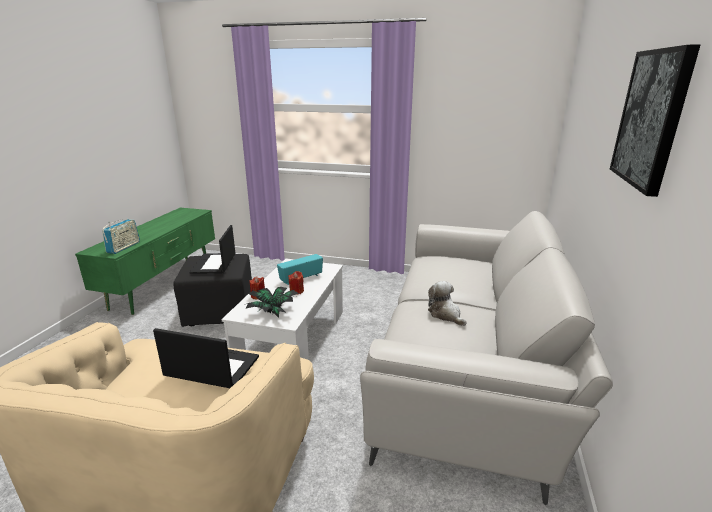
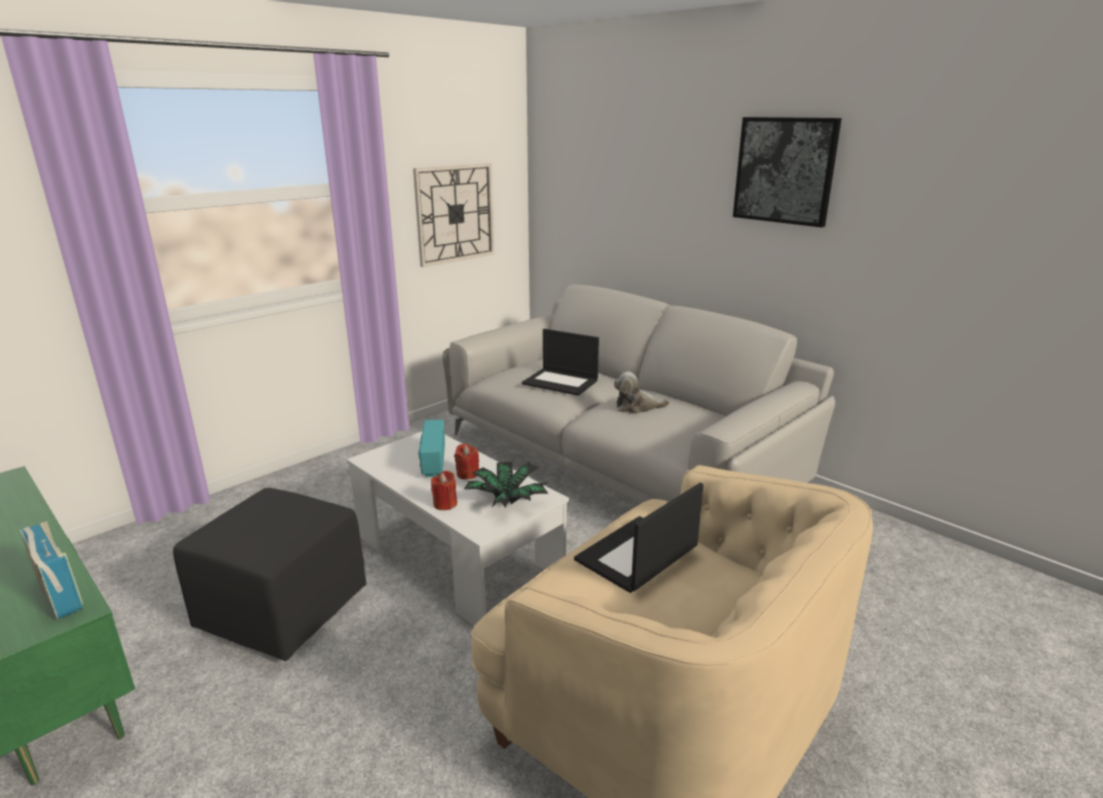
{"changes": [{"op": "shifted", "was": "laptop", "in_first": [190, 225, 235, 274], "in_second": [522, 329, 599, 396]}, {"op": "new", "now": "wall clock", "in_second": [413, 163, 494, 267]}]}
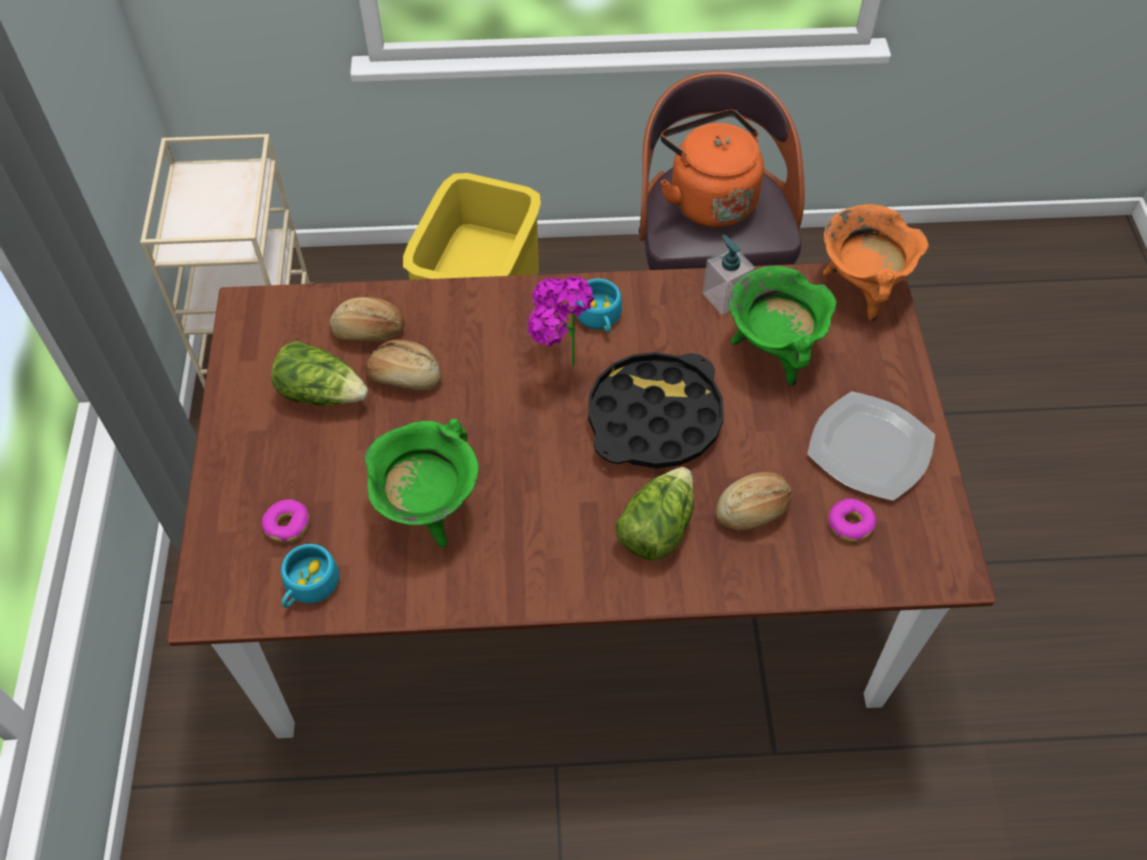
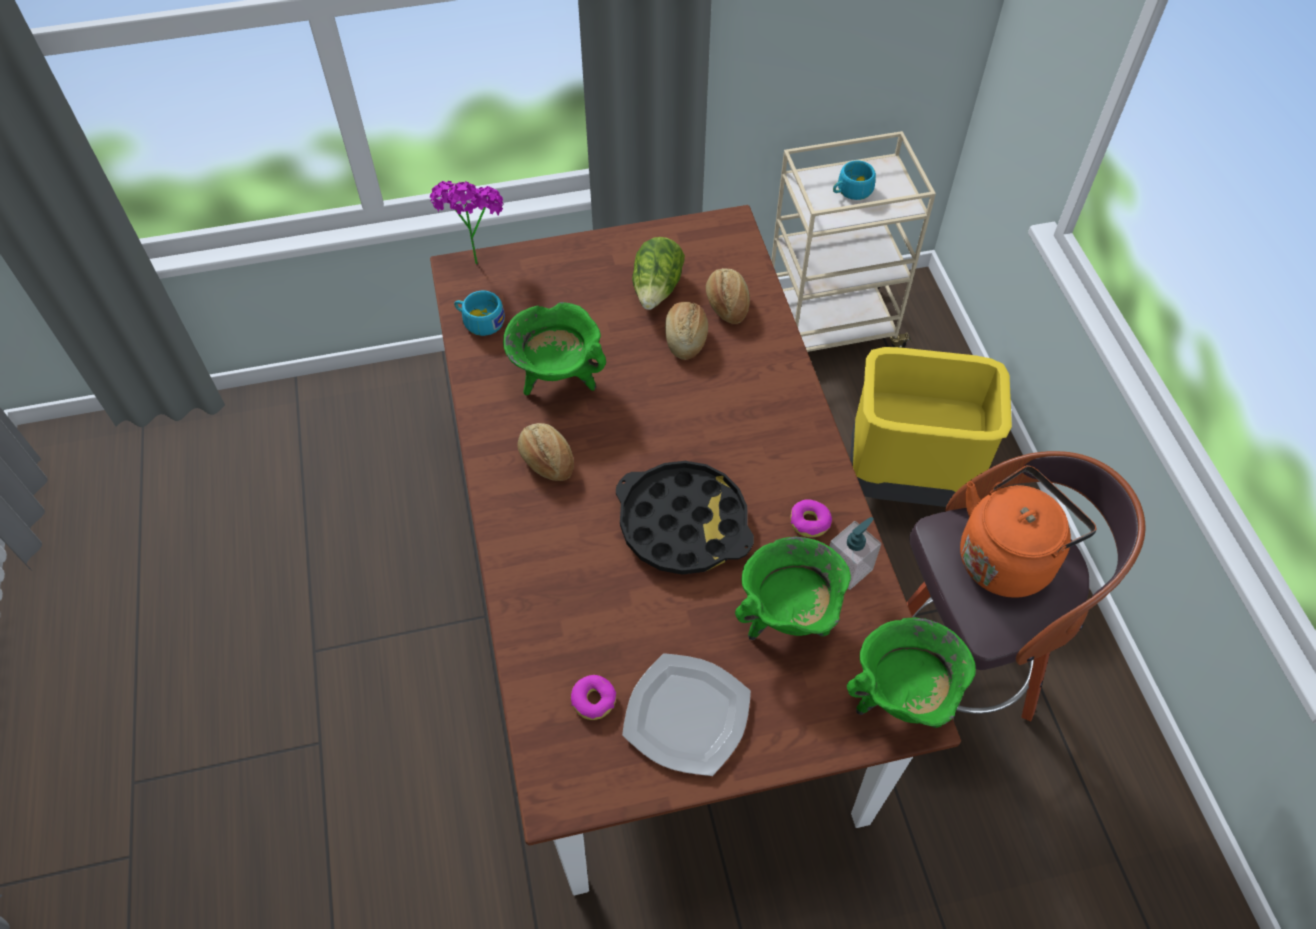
{"changes": [{"op": "repainted", "was": "orange cooking pot", "now": "green cooking pot", "in_first": [823, 204, 929, 322], "in_second": [847, 618, 976, 728]}, {"op": "shifted", "was": "potted plant", "in_first": [528, 276, 594, 366], "in_second": [430, 181, 504, 265]}, {"op": "shifted", "was": "turquoise cup", "in_first": [576, 278, 622, 333], "in_second": [833, 160, 876, 200]}, {"op": "gone", "was": "lettuce", "in_first": [616, 467, 694, 561]}, {"op": "shifted", "was": "bread", "in_first": [716, 472, 792, 531], "in_second": [517, 423, 574, 481]}, {"op": "shifted", "was": "donut", "in_first": [262, 499, 309, 543], "in_second": [791, 499, 832, 537]}]}
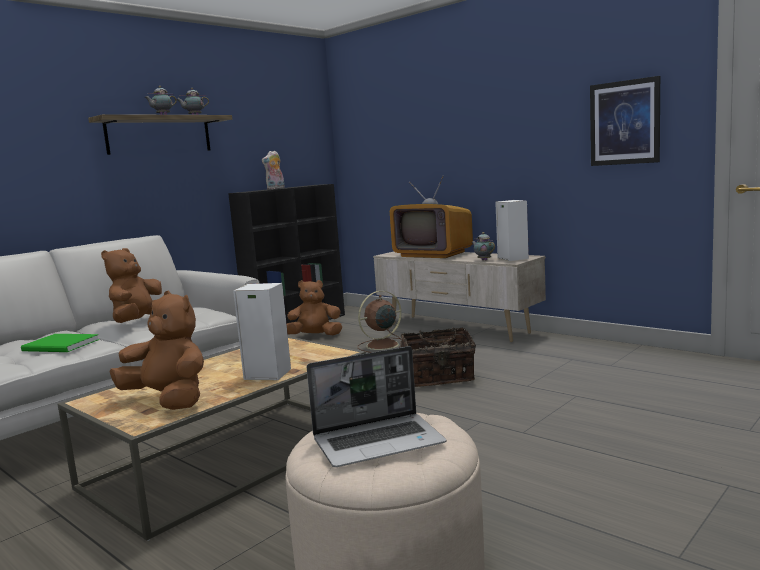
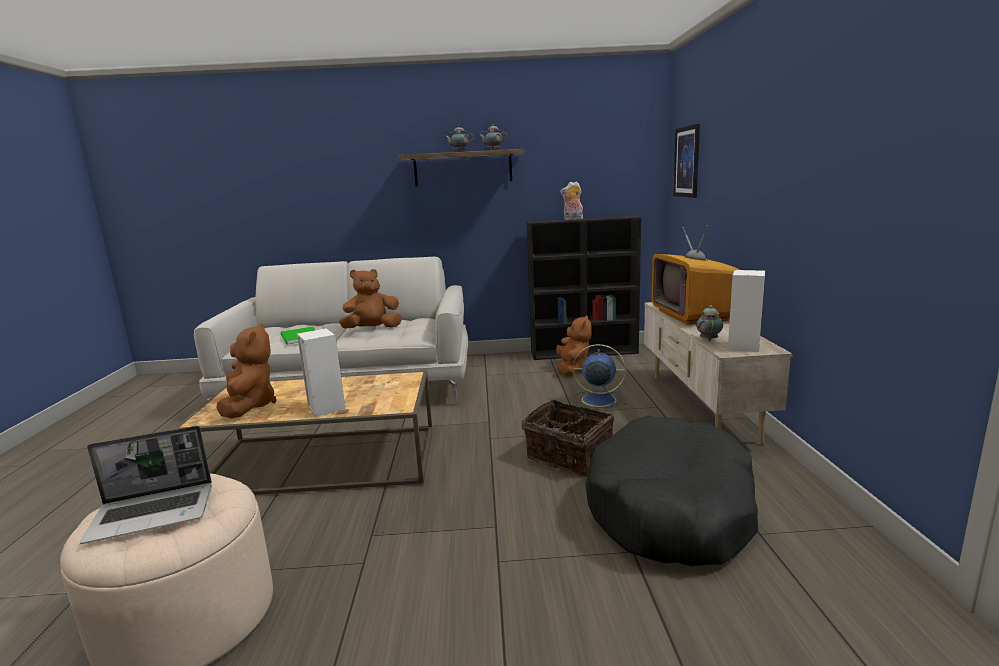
{"changes": [{"op": "shifted", "was": "picture", "in_first": [590, 76, 660, 166], "in_second": [673, 124, 700, 198]}, {"op": "rotated", "was": "brown plush toy", "in_first": [287, 280, 342, 335], "in_second": [556, 315, 592, 376], "clockwise": 60}, {"op": "repainted", "was": "brown fan", "now": "blue fan", "in_first": [358, 291, 402, 353], "in_second": [573, 344, 626, 410]}, {"op": "rotated", "was": "laptop", "in_first": [307, 346, 447, 467], "in_second": [80, 426, 212, 544], "clockwise": -45}, {"op": "new", "now": "black dog bed", "in_second": [585, 415, 758, 566]}]}
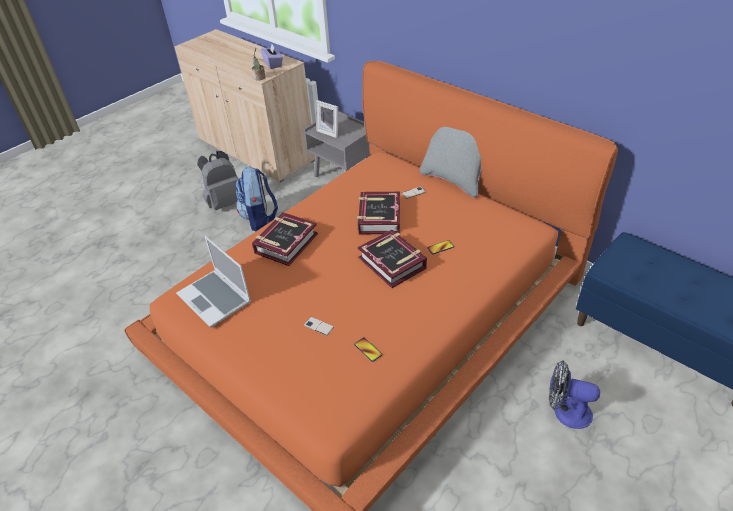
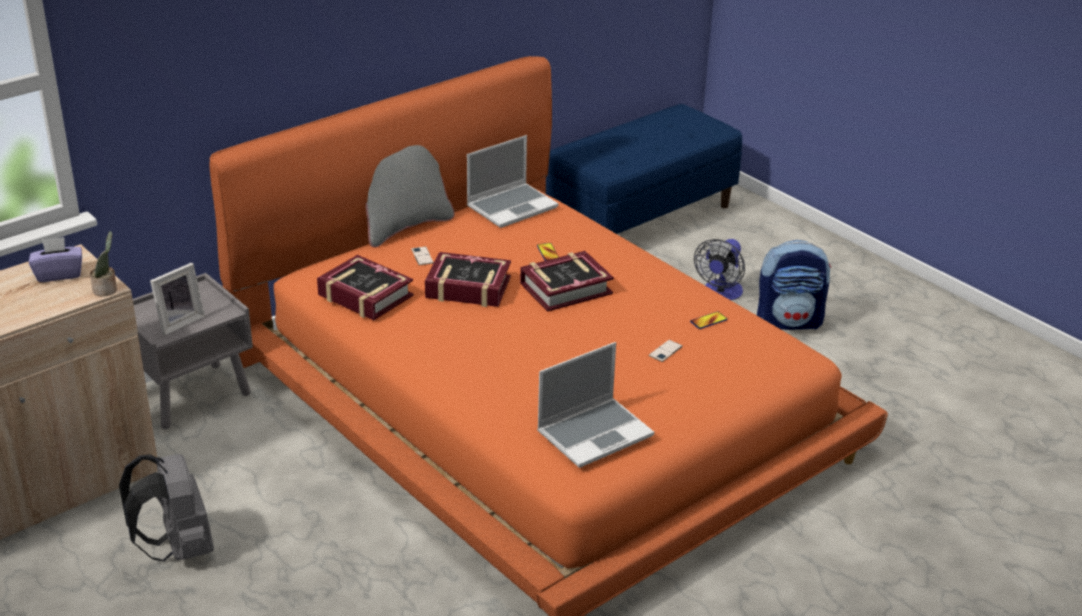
{"changes": [{"op": "shifted", "was": "backpack", "in_first": [236, 166, 278, 231], "in_second": [757, 240, 831, 330]}, {"op": "shifted", "was": "book", "in_first": [252, 212, 318, 266], "in_second": [317, 255, 413, 320]}, {"op": "new", "now": "laptop", "in_second": [467, 135, 559, 228]}]}
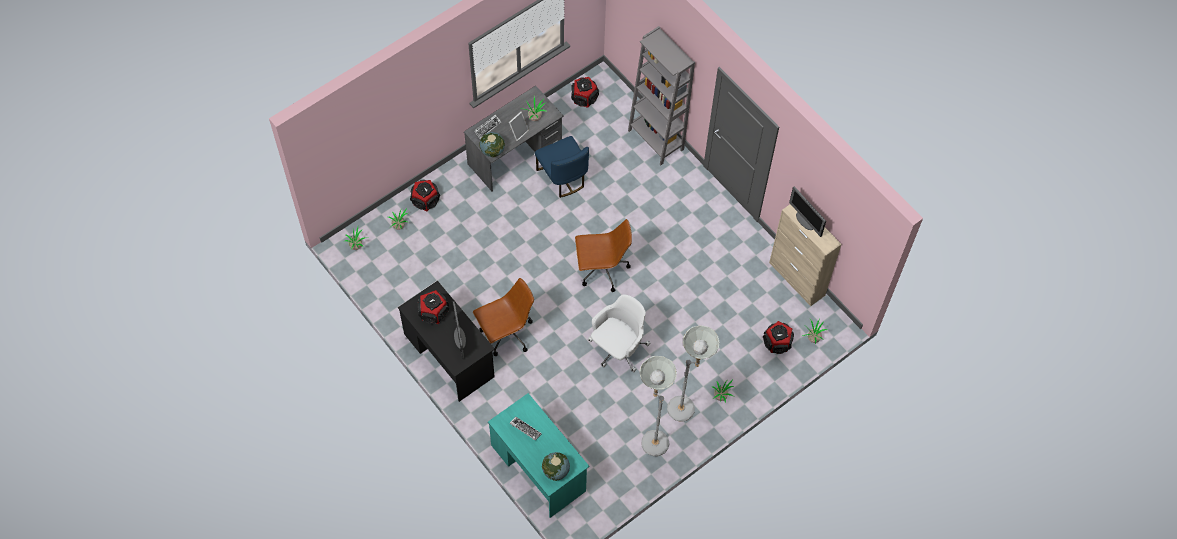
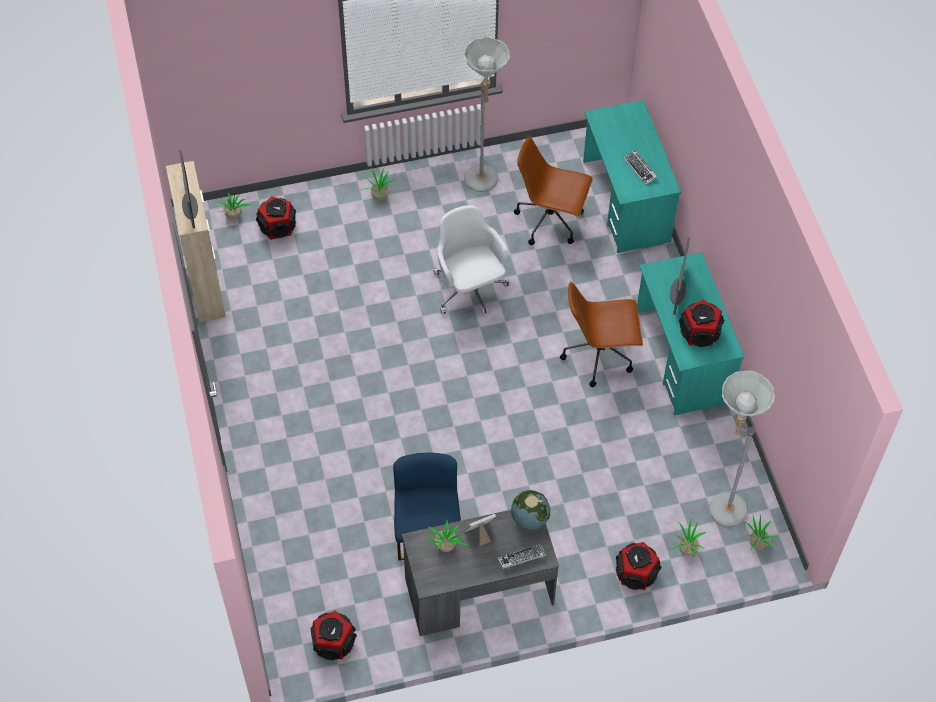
{"changes": [{"op": "gone", "was": "grey bookcase", "in_first": [628, 26, 695, 165]}, {"op": "shifted", "was": "brown office chair", "in_first": [575, 219, 632, 292], "in_second": [514, 136, 593, 245]}, {"op": "repainted", "was": "black desk", "now": "turquoise desk", "in_first": [398, 281, 495, 402], "in_second": [637, 252, 744, 415]}, {"op": "rotated", "was": "white office chair", "in_first": [588, 294, 650, 372], "in_second": [433, 205, 510, 314], "clockwise": 90}, {"op": "shifted", "was": "grey floor lamp", "in_first": [667, 326, 720, 422], "in_second": [709, 371, 775, 527]}, {"op": "gone", "was": "globe", "in_first": [542, 452, 570, 481]}]}
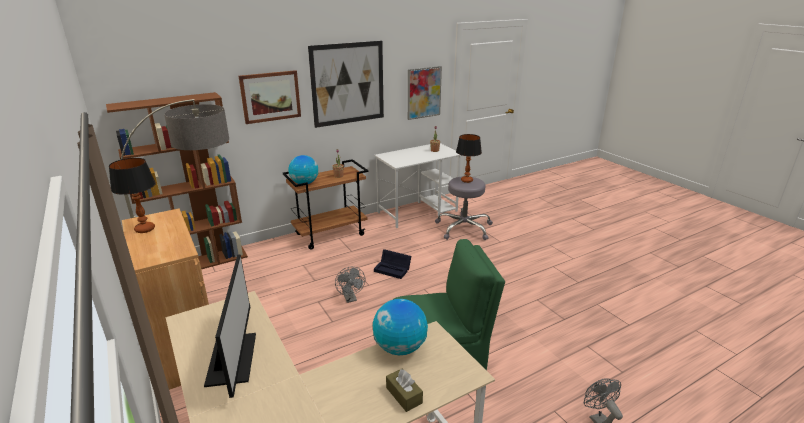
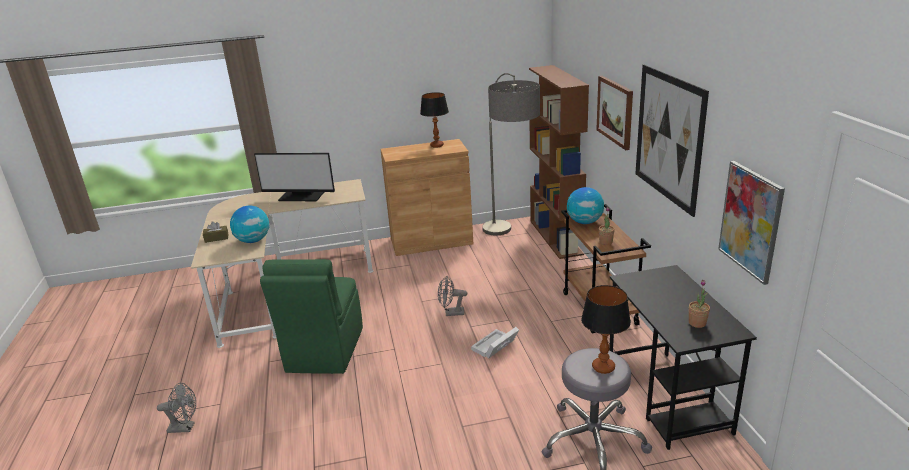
{"changes": [{"op": "repainted", "was": "white desk", "now": "black desk", "in_first": [374, 143, 462, 228], "in_second": [609, 265, 757, 450]}, {"op": "repainted", "was": "black storage box", "now": "white storage box", "in_first": [374, 249, 411, 279], "in_second": [471, 327, 519, 359]}]}
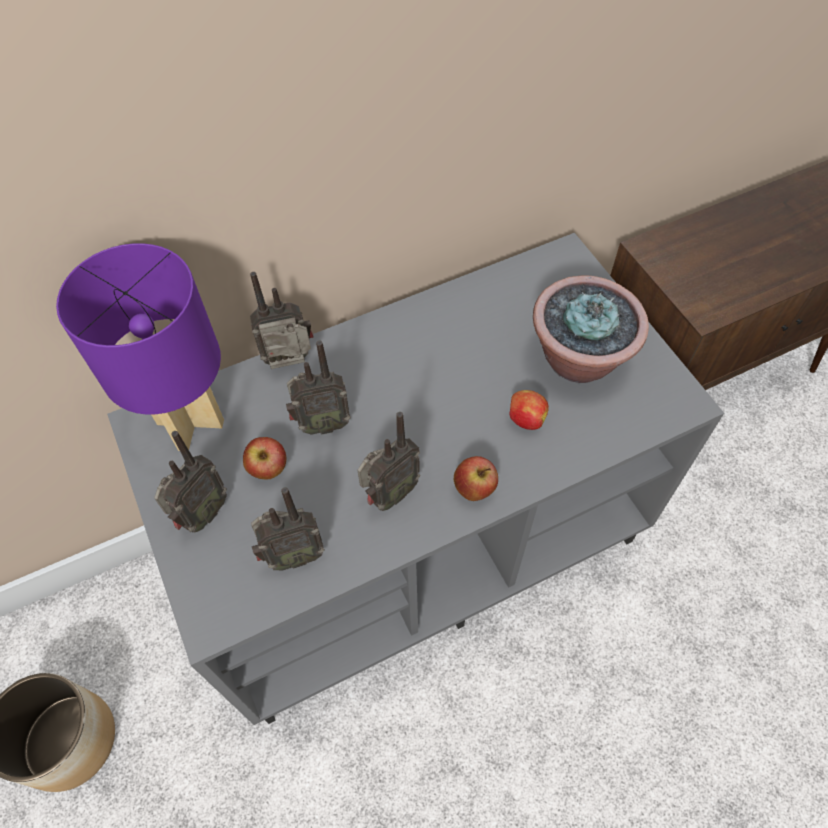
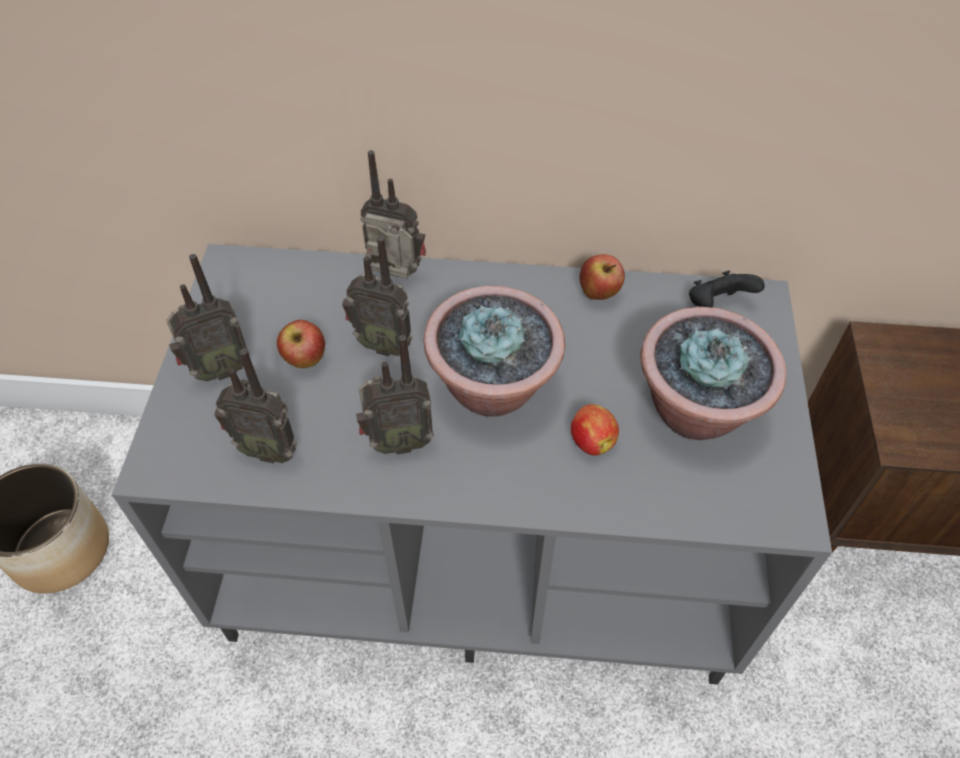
{"changes": [{"op": "gone", "was": "purple table lamp", "in_first": [56, 243, 224, 451]}, {"op": "shifted", "was": "apple", "in_first": [454, 456, 498, 501], "in_second": [579, 254, 625, 300]}, {"op": "new", "now": "black game controller", "in_second": [689, 271, 765, 308]}, {"op": "new", "now": "potted plant", "in_second": [424, 286, 565, 417]}]}
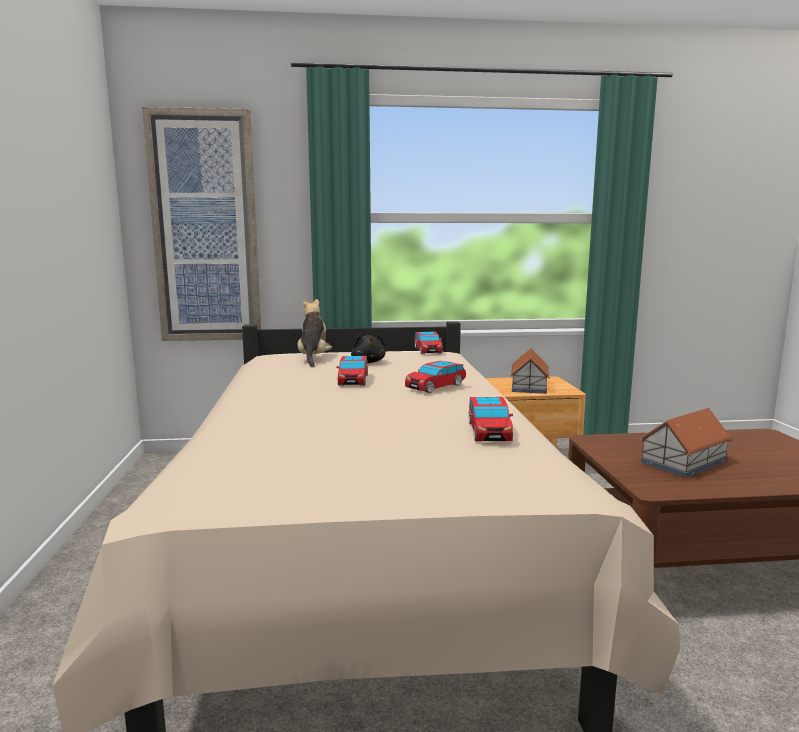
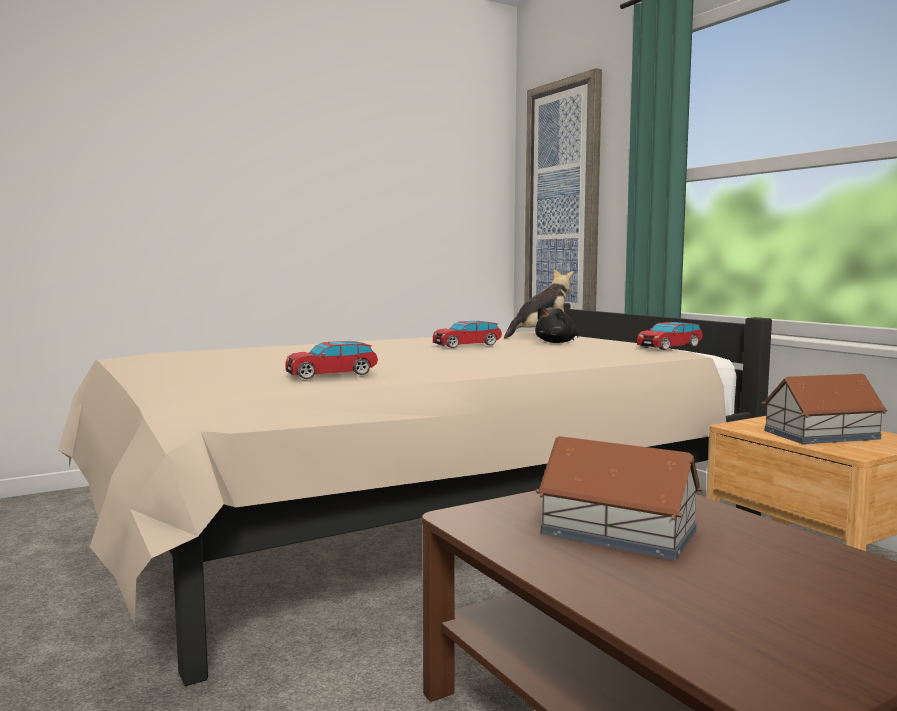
{"changes": [{"op": "gone", "was": "toy car", "in_first": [405, 361, 466, 393]}]}
